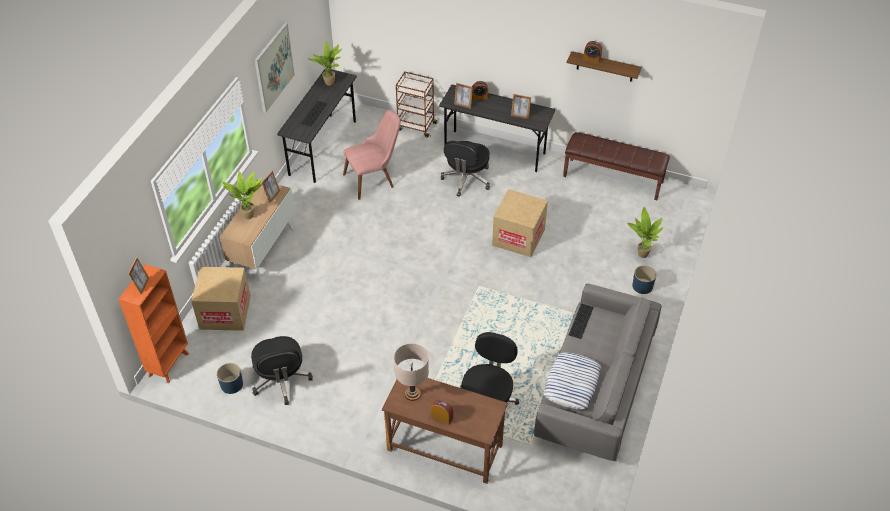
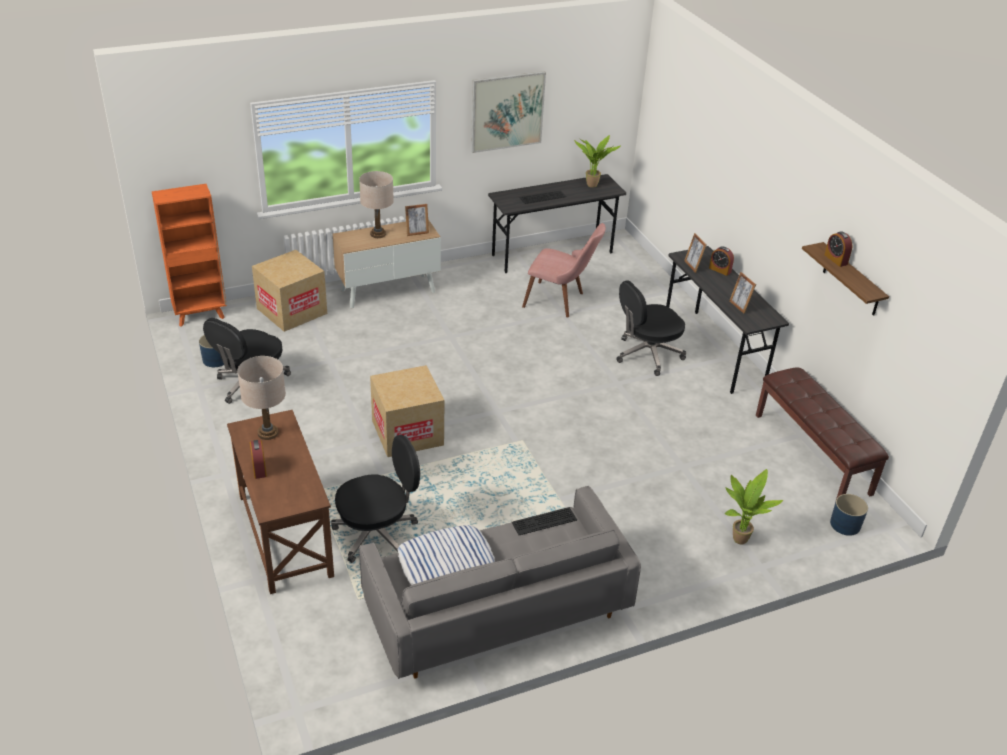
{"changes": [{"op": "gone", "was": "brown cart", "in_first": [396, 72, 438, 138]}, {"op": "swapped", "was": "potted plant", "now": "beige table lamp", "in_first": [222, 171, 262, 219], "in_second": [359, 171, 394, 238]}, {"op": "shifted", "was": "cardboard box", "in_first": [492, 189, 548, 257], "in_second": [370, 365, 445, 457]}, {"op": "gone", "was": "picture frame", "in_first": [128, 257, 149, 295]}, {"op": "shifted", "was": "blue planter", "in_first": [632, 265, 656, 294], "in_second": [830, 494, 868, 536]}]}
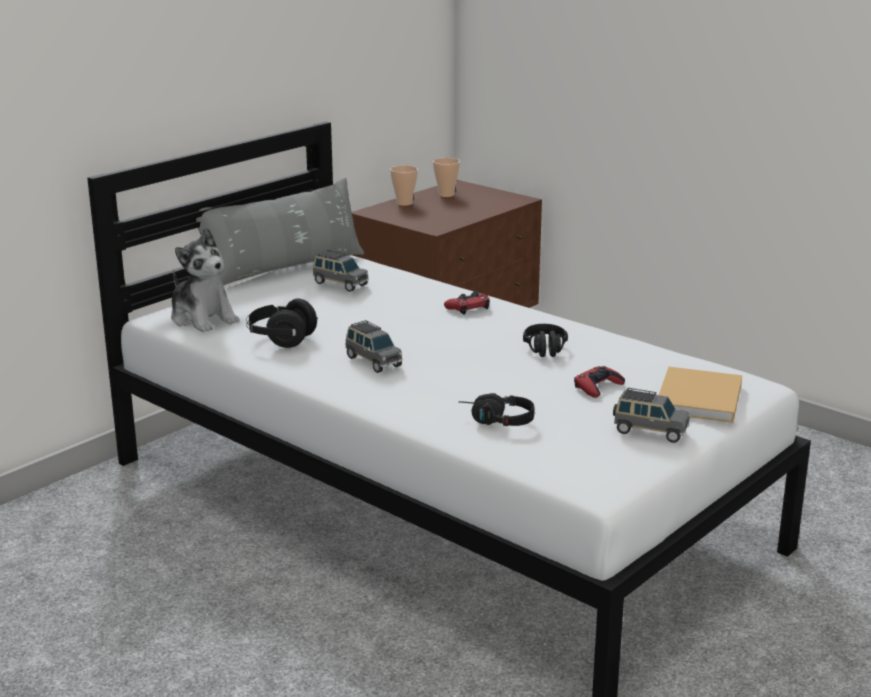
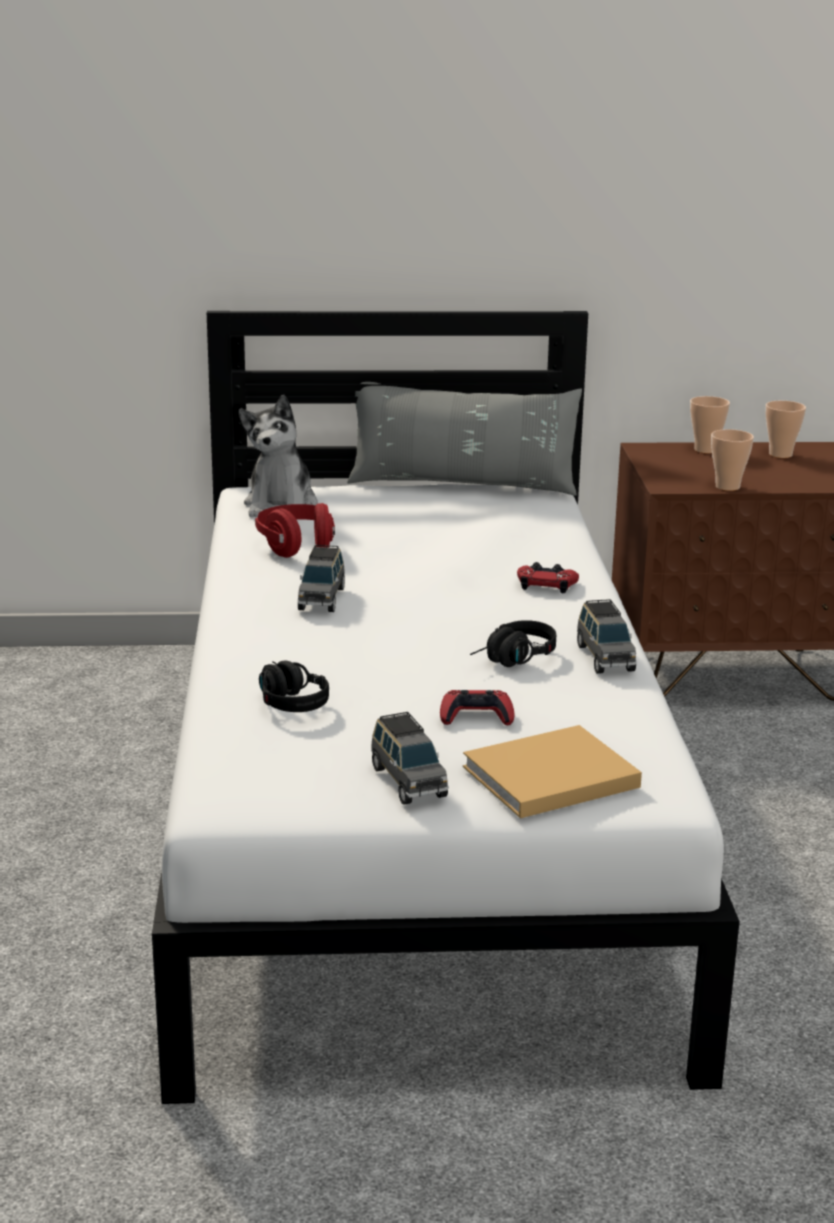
{"changes": [{"op": "shifted", "was": "grey toy car", "in_first": [313, 250, 369, 292], "in_second": [577, 599, 637, 674]}, {"op": "repainted", "was": "black headphones", "now": "red headphones", "in_first": [246, 298, 318, 348], "in_second": [255, 503, 335, 558]}, {"op": "new", "now": "cup", "in_second": [711, 429, 754, 491]}]}
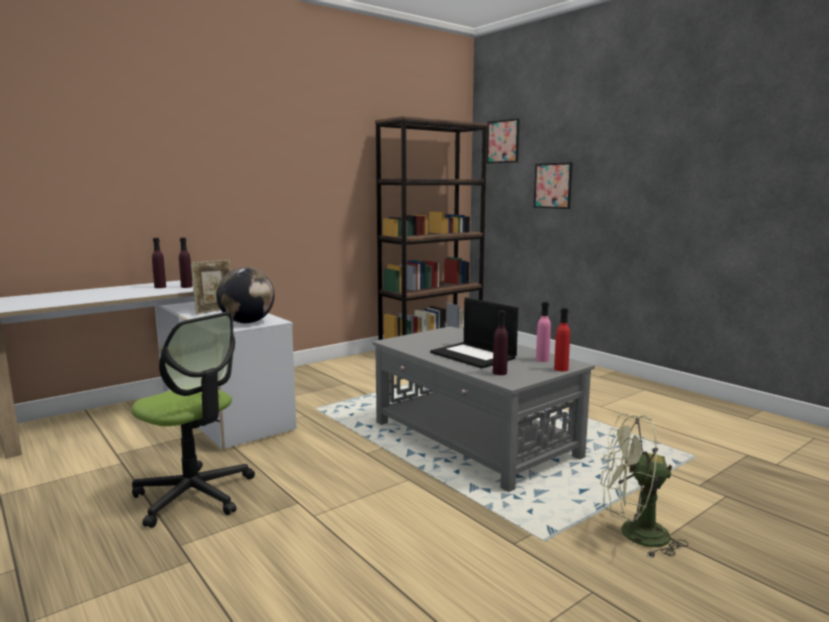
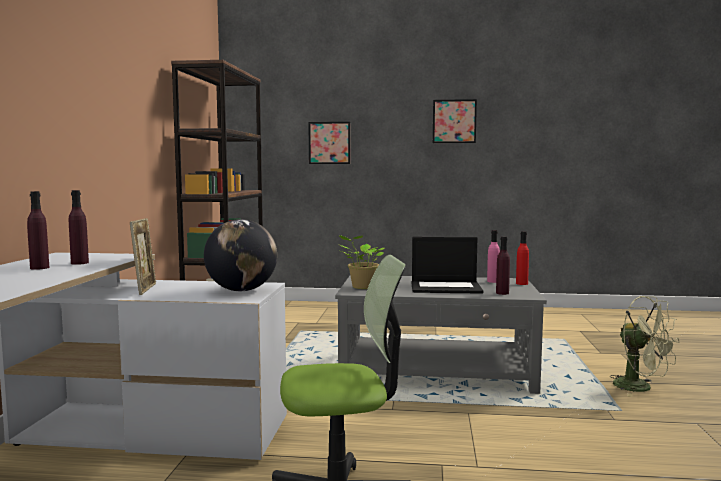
{"changes": [{"op": "shifted", "was": "picture", "in_first": [487, 118, 520, 163], "in_second": [433, 99, 477, 143]}, {"op": "rotated", "was": "green fan", "in_first": [600, 413, 688, 558], "in_second": [609, 296, 679, 397], "clockwise": -90}, {"op": "new", "now": "potted plant", "in_second": [339, 235, 384, 289]}]}
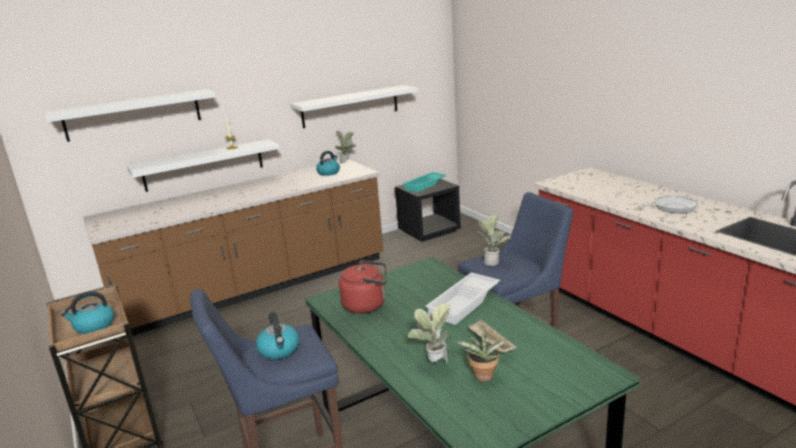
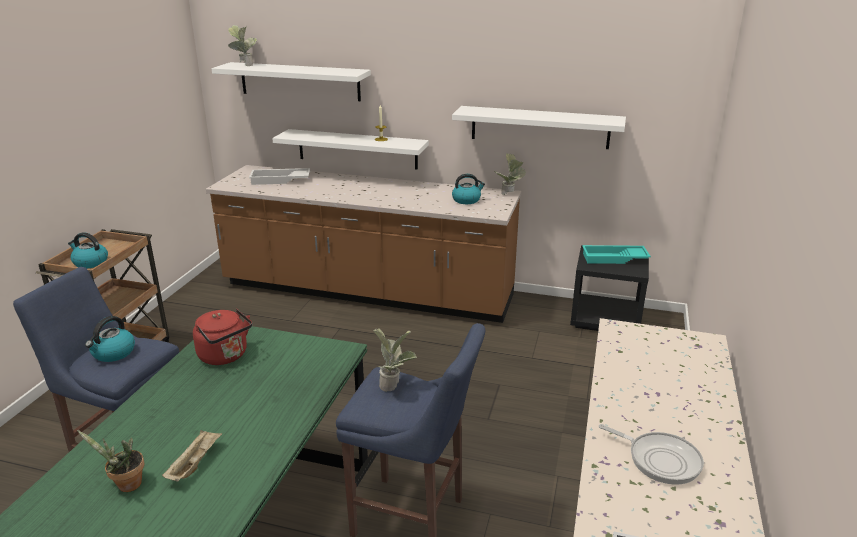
{"changes": [{"op": "shifted", "was": "white tray", "in_first": [425, 272, 500, 325], "in_second": [249, 168, 310, 185]}, {"op": "shifted", "was": "potted plant", "in_first": [408, 303, 450, 364], "in_second": [228, 25, 257, 66]}]}
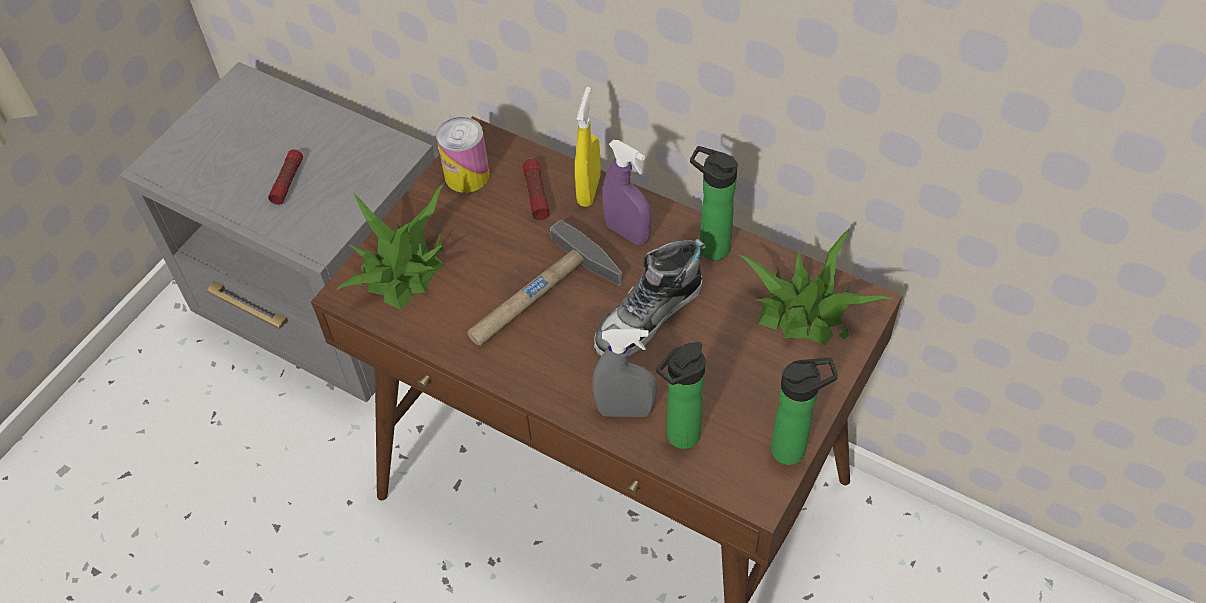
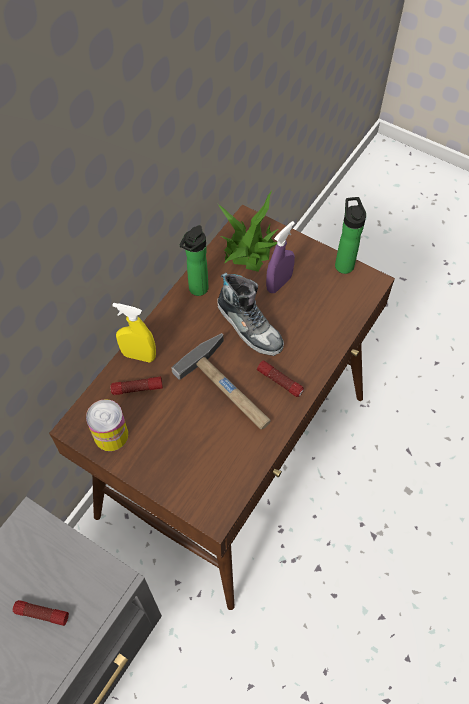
{"changes": [{"op": "shifted", "was": "purple spray bottle", "in_first": [602, 140, 652, 245], "in_second": [266, 221, 295, 293]}, {"op": "gone", "was": "potted plant", "in_first": [335, 181, 446, 309]}, {"op": "gone", "was": "grey spray bottle", "in_first": [592, 329, 657, 417]}, {"op": "gone", "was": "bottle", "in_first": [656, 342, 706, 449]}, {"op": "new", "now": "flashlight", "in_second": [257, 360, 304, 397]}]}
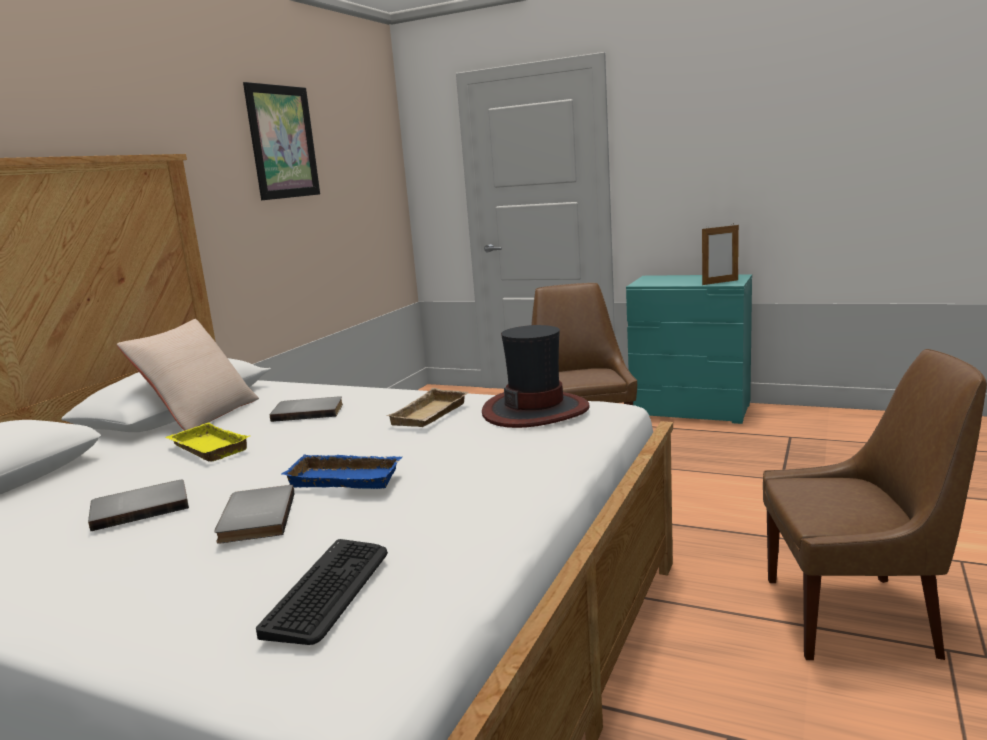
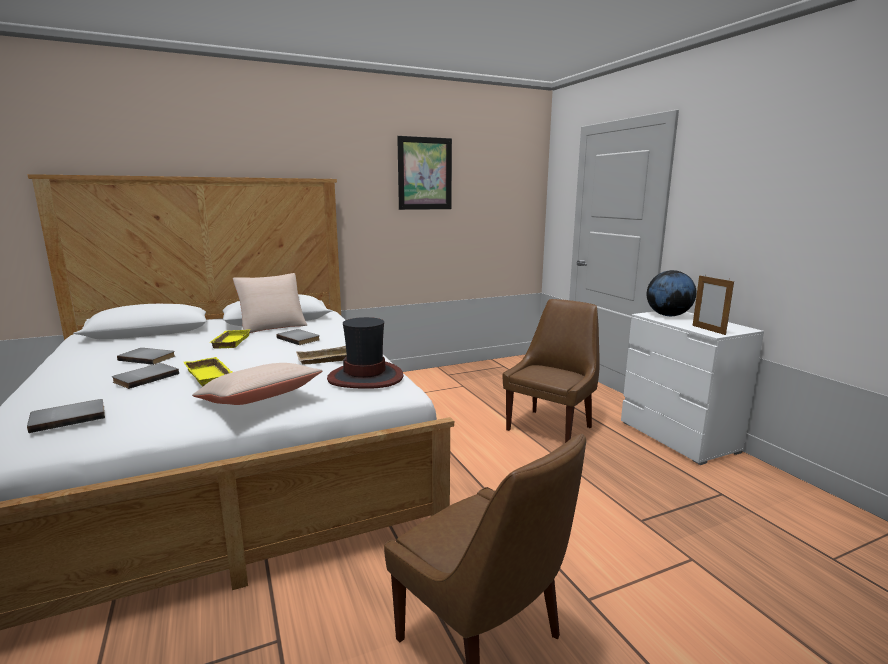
{"changes": [{"op": "rotated", "was": "picture frame", "in_first": [702, 225, 739, 285], "in_second": [692, 274, 734, 335], "clockwise": 45}, {"op": "repainted", "was": "turquoise dresser", "now": "white dresser", "in_first": [626, 274, 752, 424], "in_second": [621, 311, 764, 465]}, {"op": "repainted", "was": "blue tray", "now": "yellow tray", "in_first": [282, 455, 402, 489], "in_second": [184, 357, 232, 386]}, {"op": "swapped", "was": "keyboard", "now": "grey book", "in_first": [256, 539, 388, 645], "in_second": [27, 399, 105, 433]}, {"op": "new", "now": "globe", "in_second": [647, 270, 697, 316]}, {"op": "new", "now": "beige pillow", "in_second": [192, 363, 322, 405]}]}
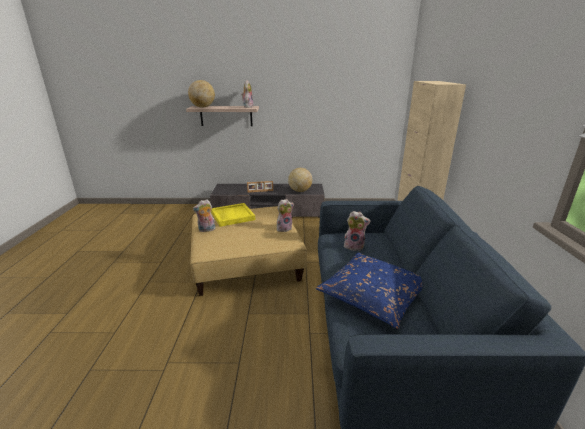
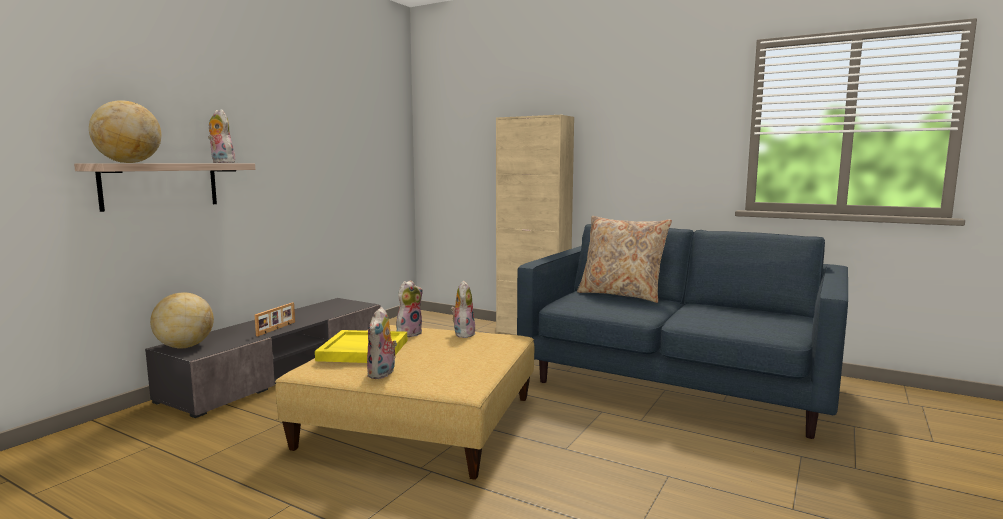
{"changes": [{"op": "shifted", "was": "globe", "in_first": [288, 168, 312, 192], "in_second": [150, 292, 214, 349]}, {"op": "shifted", "was": "plush toy", "in_first": [344, 211, 370, 251], "in_second": [396, 280, 423, 337]}, {"op": "gone", "was": "blue pillow", "in_first": [316, 253, 422, 329]}, {"op": "new", "now": "beige pillow", "in_second": [577, 216, 672, 303]}]}
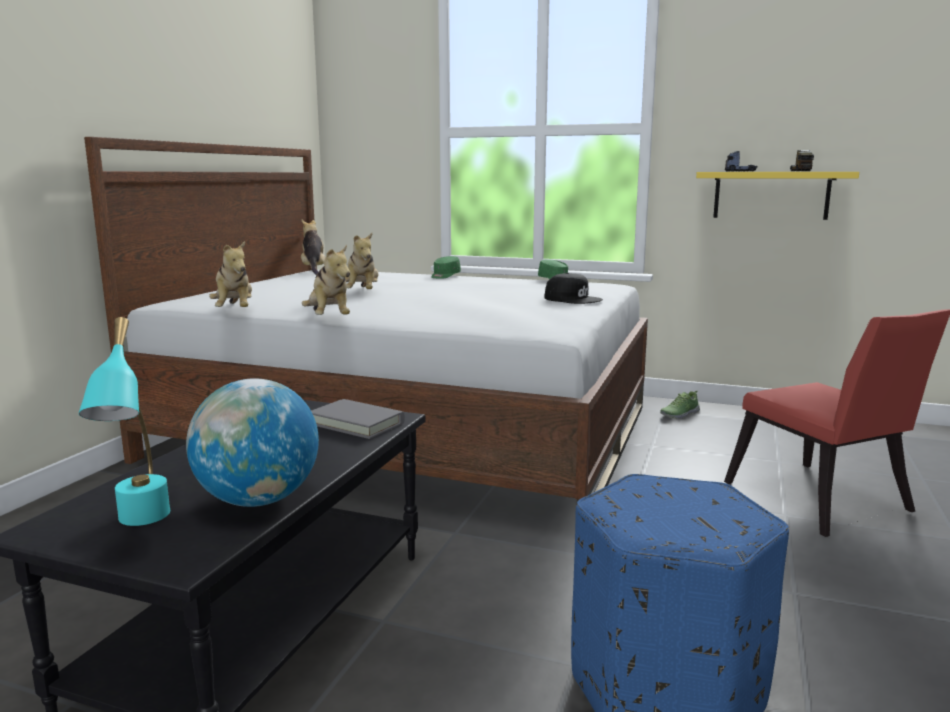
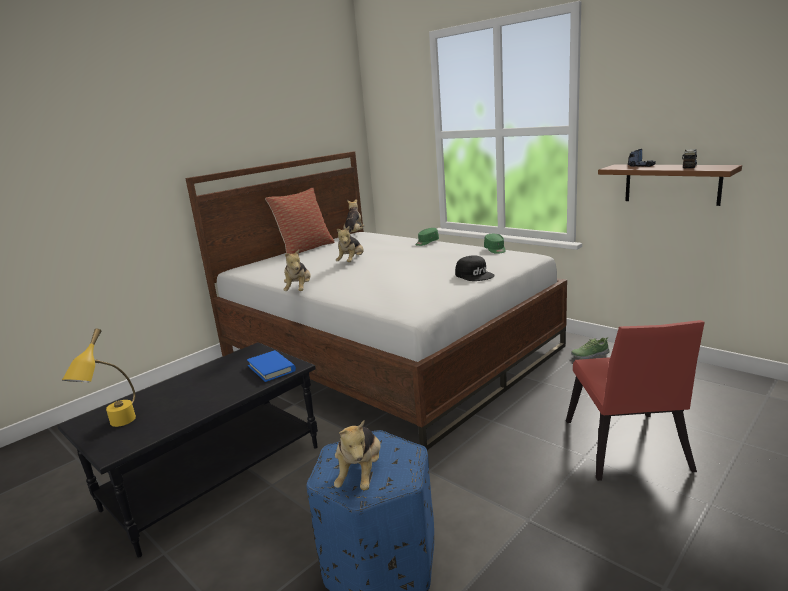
{"changes": [{"op": "repainted", "was": "yellow shelf", "now": "brown shelf", "in_first": [696, 172, 859, 220], "in_second": [598, 164, 742, 206]}, {"op": "shifted", "was": "plush toy", "in_first": [209, 241, 252, 307], "in_second": [334, 420, 381, 490]}, {"op": "repainted", "was": "turquoise table lamp", "now": "yellow table lamp", "in_first": [79, 317, 170, 526], "in_second": [62, 328, 136, 427]}, {"op": "gone", "was": "globe", "in_first": [186, 378, 319, 507]}, {"op": "repainted", "was": "grey book", "now": "blue book", "in_first": [311, 399, 405, 439], "in_second": [247, 350, 296, 382]}, {"op": "new", "now": "pillow", "in_second": [265, 188, 335, 254]}]}
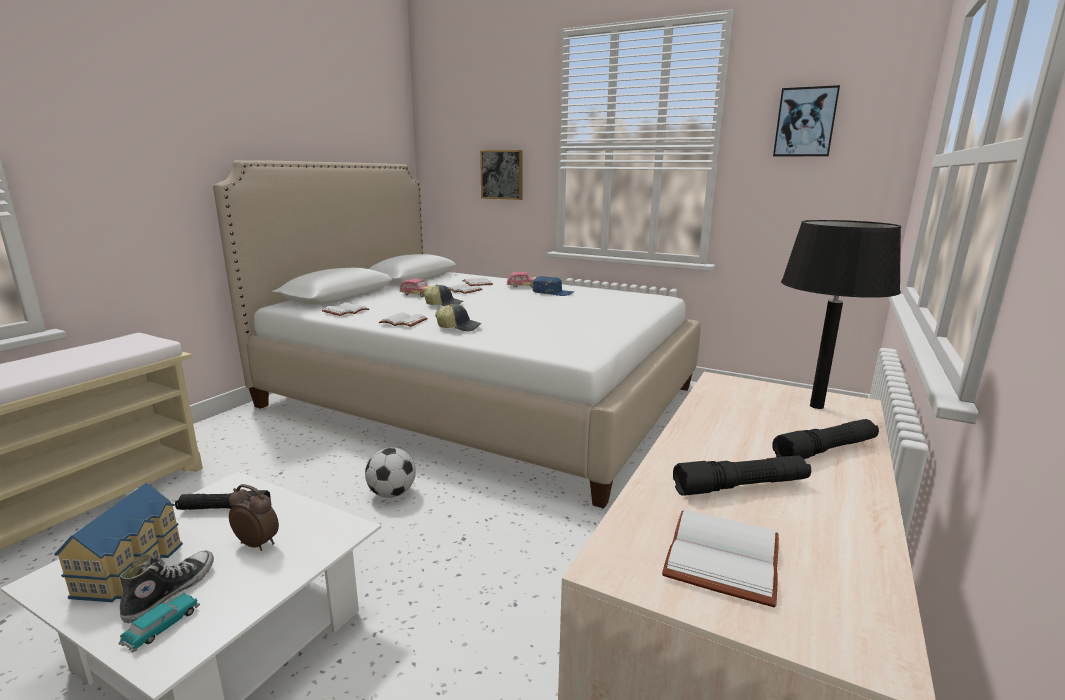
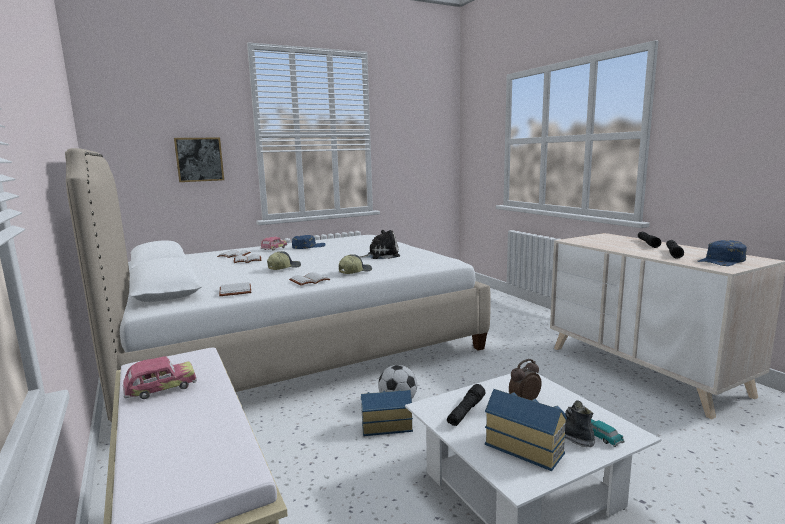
{"changes": [{"op": "gone", "was": "picture", "in_first": [773, 85, 840, 156]}, {"op": "gone", "was": "black table lamp", "in_first": [781, 220, 901, 409]}, {"op": "shifted", "was": "toy car", "in_first": [400, 279, 431, 297], "in_second": [123, 356, 197, 399]}, {"op": "swapped", "was": "white book", "now": "blue cap", "in_first": [662, 509, 779, 607], "in_second": [697, 240, 747, 266]}, {"op": "new", "now": "plush toy", "in_second": [360, 230, 400, 259]}, {"op": "new", "now": "toy house", "in_second": [361, 389, 413, 436]}]}
